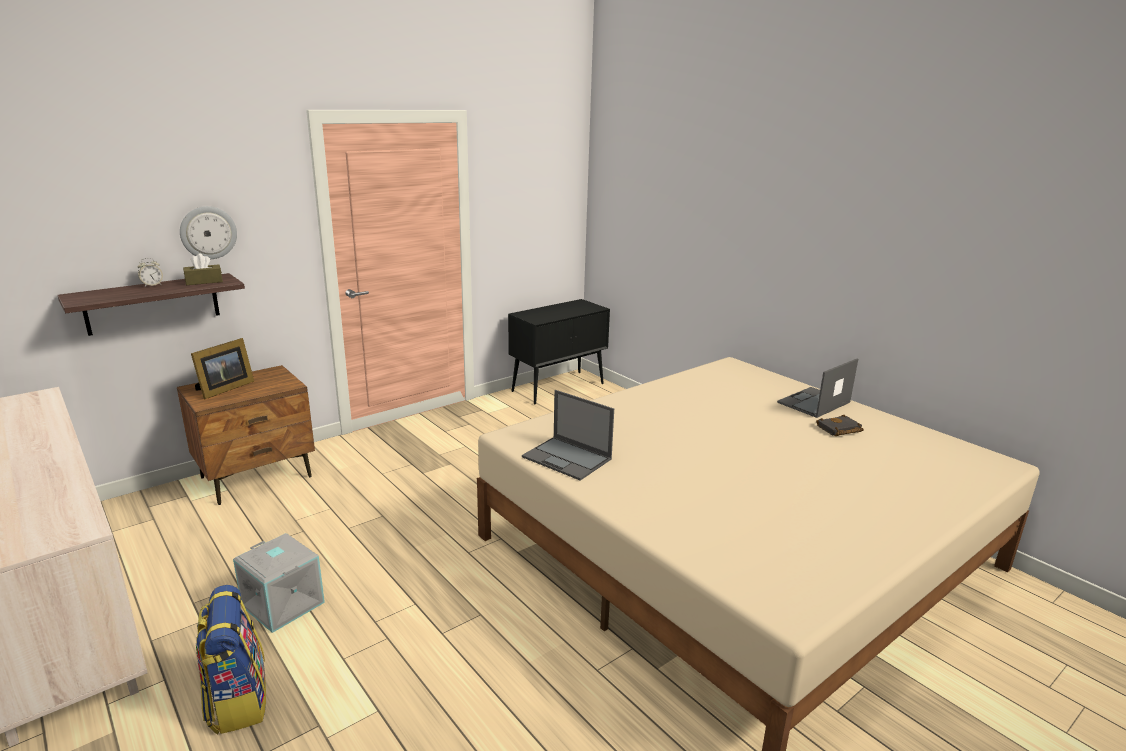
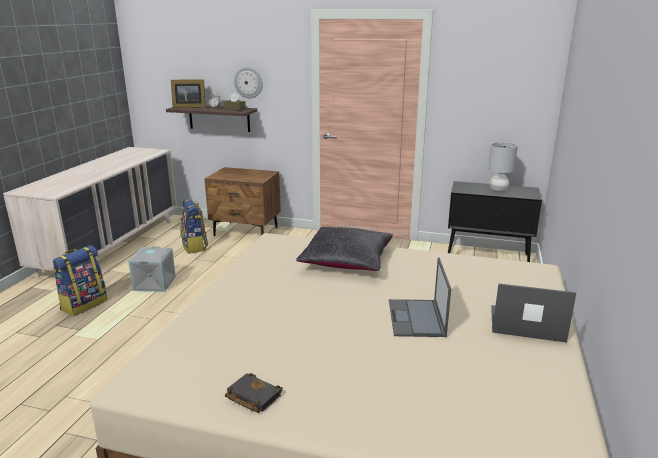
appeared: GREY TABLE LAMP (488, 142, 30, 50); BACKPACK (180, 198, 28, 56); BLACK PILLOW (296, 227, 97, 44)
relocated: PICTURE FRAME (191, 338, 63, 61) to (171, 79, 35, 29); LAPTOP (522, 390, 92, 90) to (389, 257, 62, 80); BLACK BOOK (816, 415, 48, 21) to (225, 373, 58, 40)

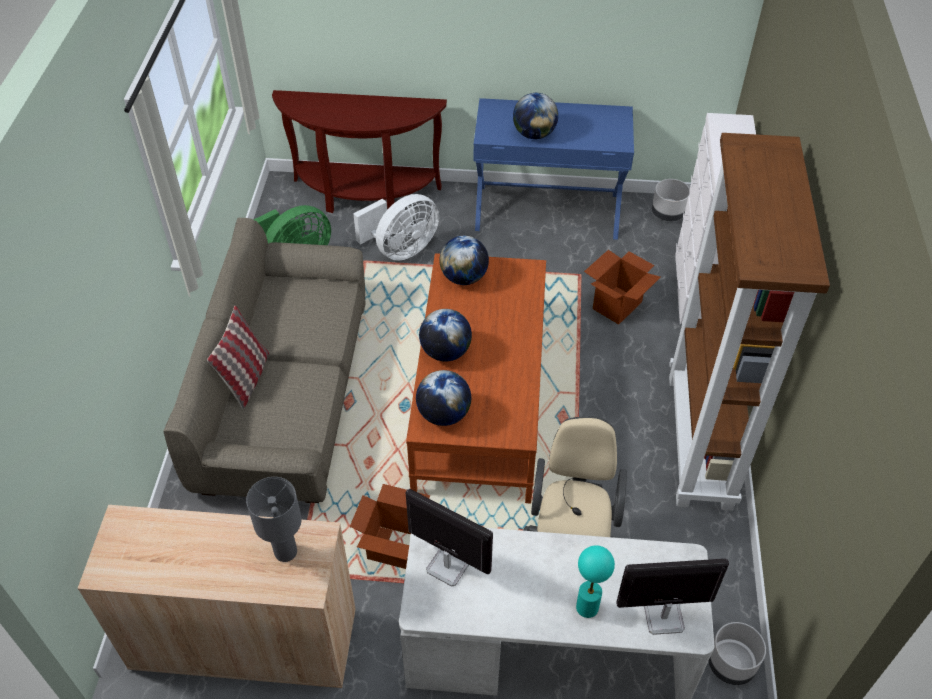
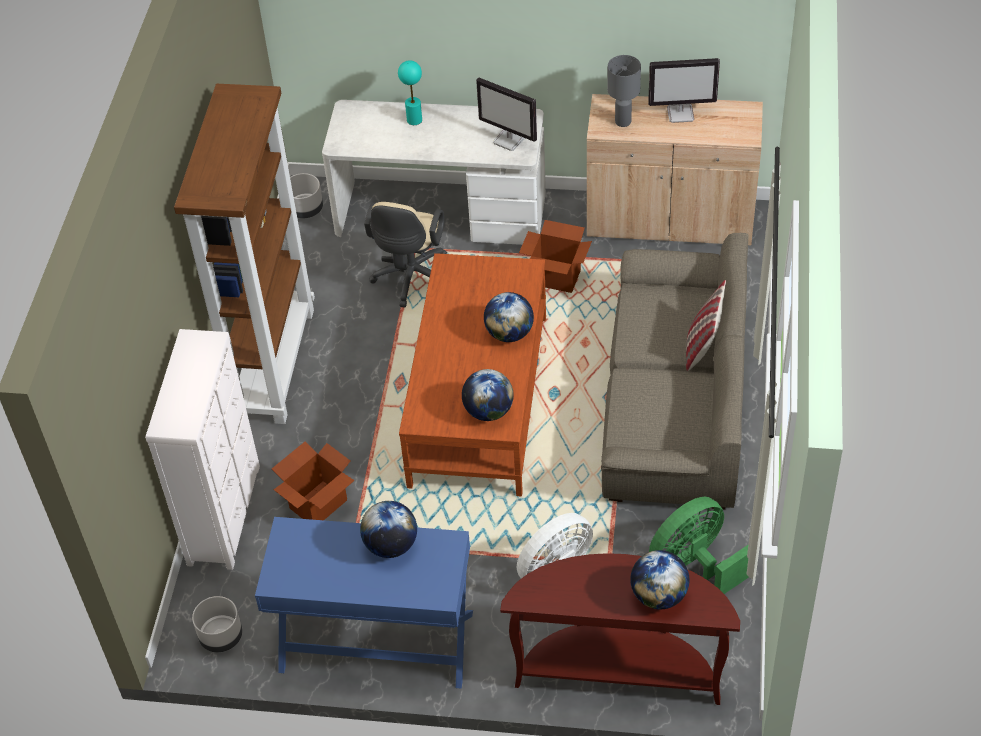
relocated: GLOBE (416, 370, 55, 56) to (630, 550, 59, 59); MONITOR (616, 559, 113, 76) to (648, 58, 72, 65)

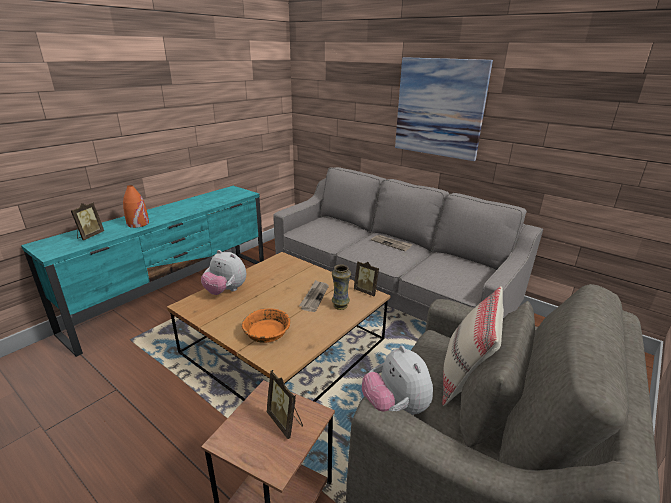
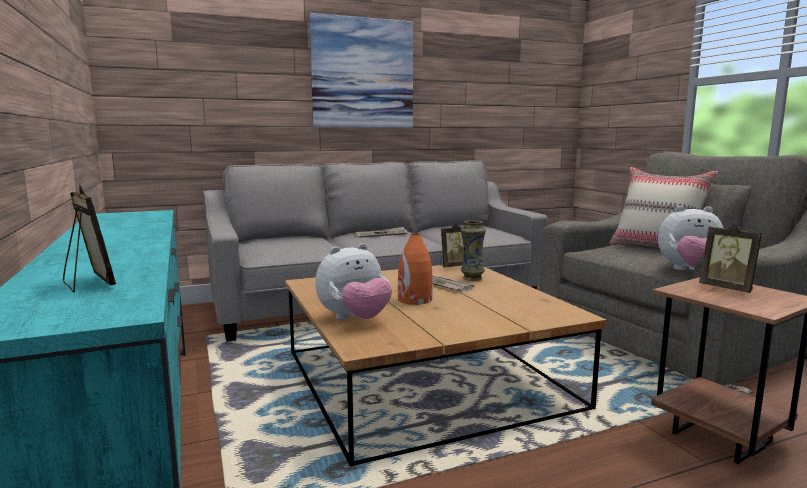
missing: ORANGE BOWL (242, 308, 48, 35)
relocated: ORANGE VASE (123, 185, 26, 43) to (398, 234, 35, 71)
spun: PICTURE FRAME (267, 370, 36, 69) = (699, 223, 63, 70) 60 degrees clockwise

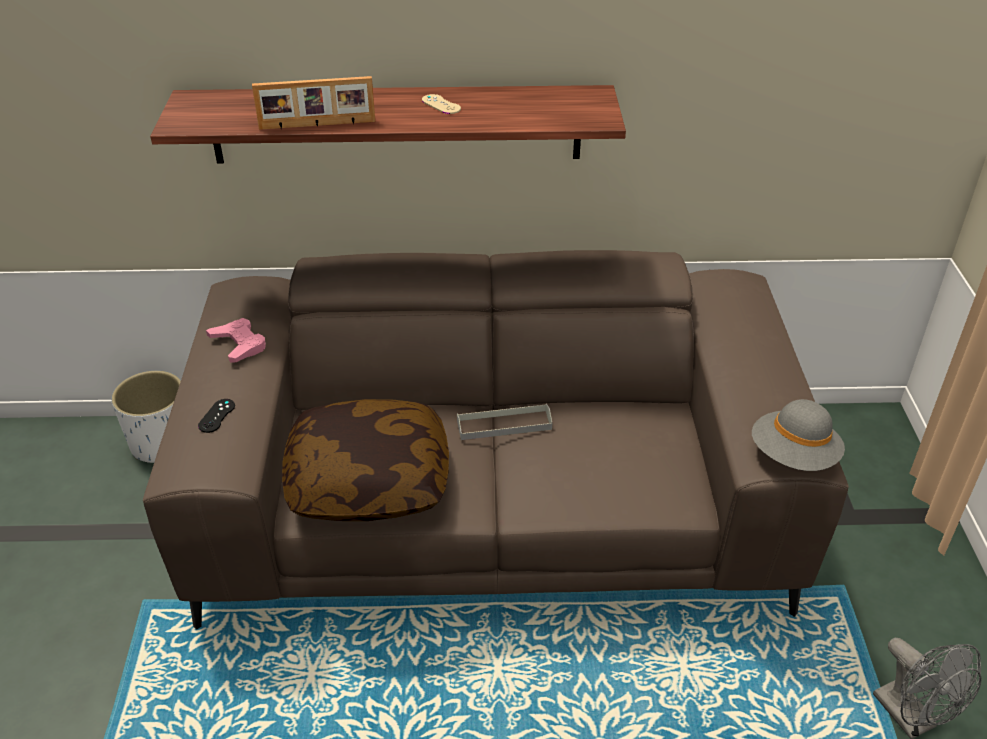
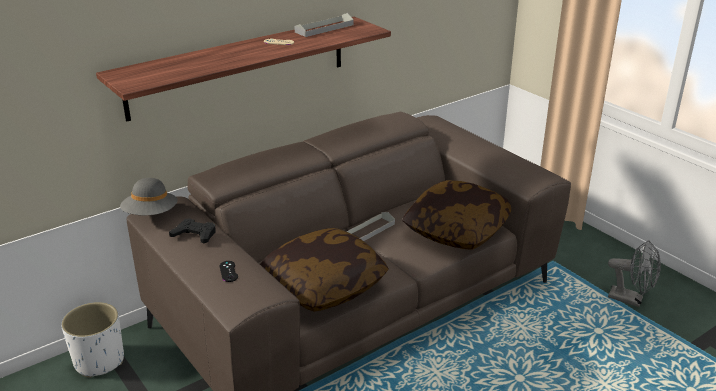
missing: PICTURE FRAME (252, 76, 123, 54)
appeared: GREY TRAY (294, 13, 59, 24); PILLOW (402, 180, 109, 70)
relocated: GREY HAT (752, 399, 93, 72) to (120, 178, 57, 37)
colour: PINK GAME CONTROLLER (206, 318, 60, 45) to BLACK GAME CONTROLLER (169, 218, 47, 25)

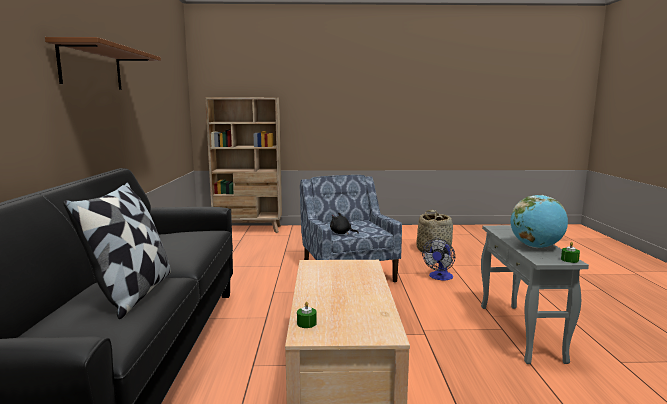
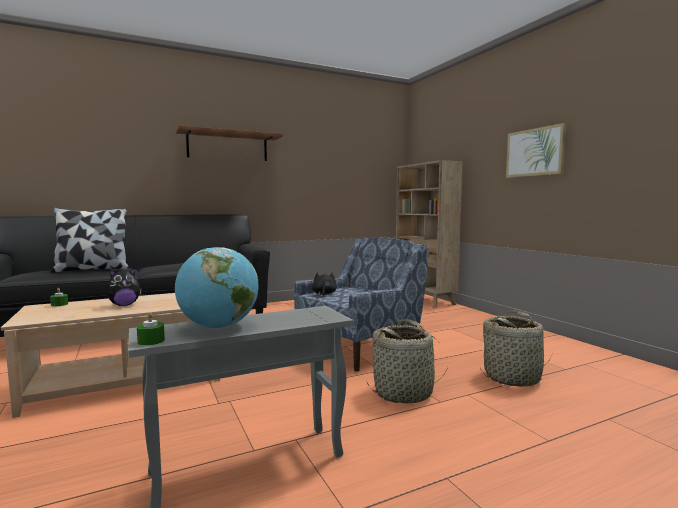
appeared: PICTURE (506, 123, 60, 55); PLUSH TOY (107, 267, 35, 39)
exchanged: FAN (422, 239, 33, 41) to BASKET (367, 319, 81, 84)

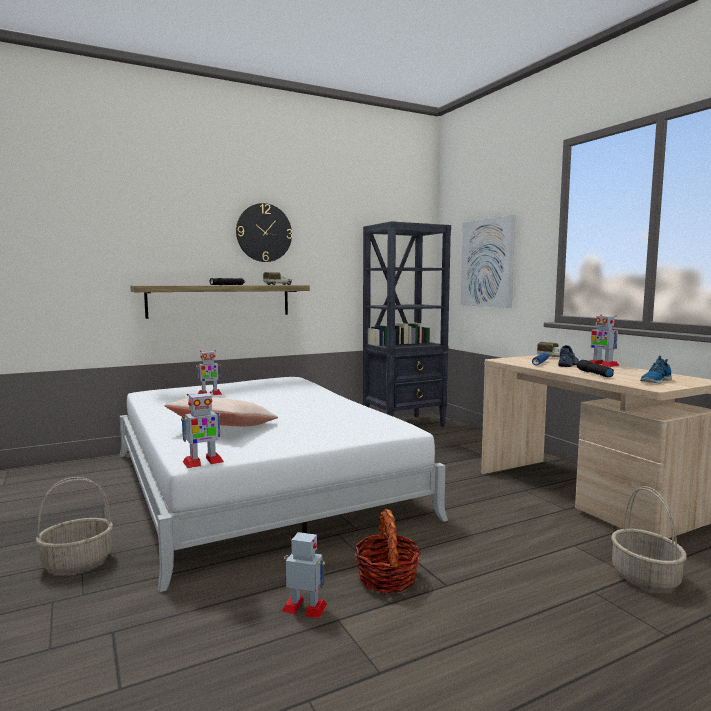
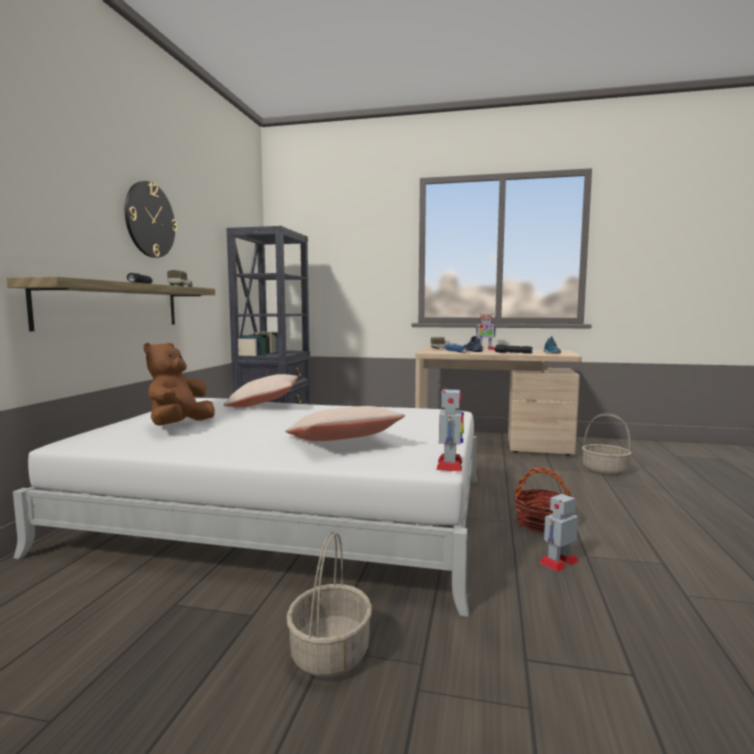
missing: PICTURE (461, 215, 54, 93)
appeared: BEIGE PILLOW (223, 374, 75, 33)
exchanged: TOY ROBOT (196, 350, 26, 45) to BROWN PLUSH TOY (144, 343, 71, 83)

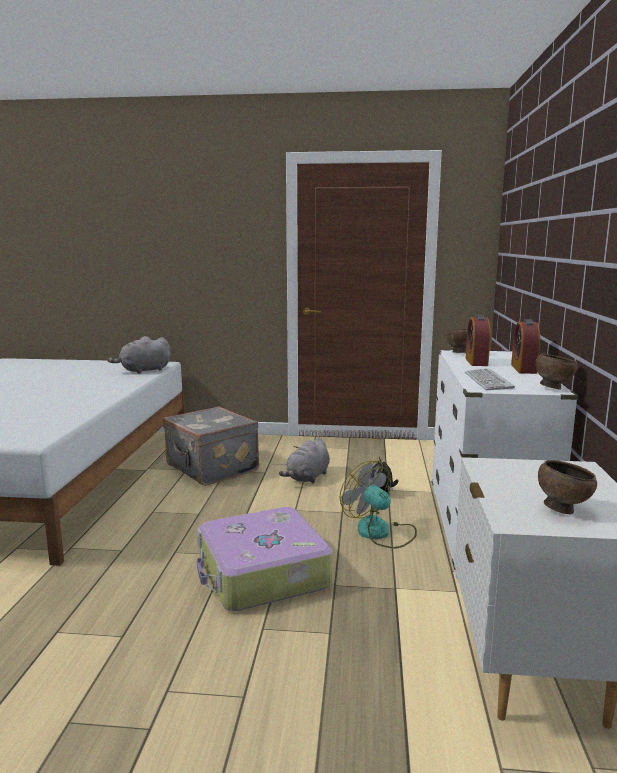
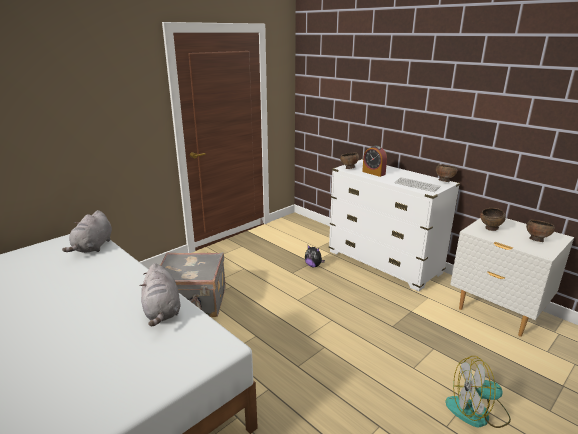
missing: ALARM CLOCK (511, 319, 29, 55); SUITCASE (197, 507, 136, 104)
appeared: BROWN BOWL (480, 208, 26, 23)
relocated: GREY PLUSH TOY (279, 438, 51, 45) to (139, 263, 41, 64); FAN (340, 461, 77, 88) to (445, 356, 66, 72)

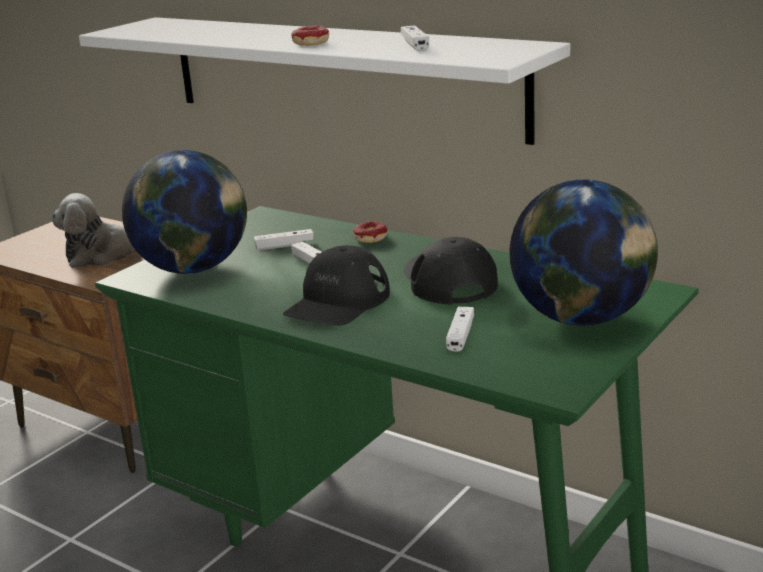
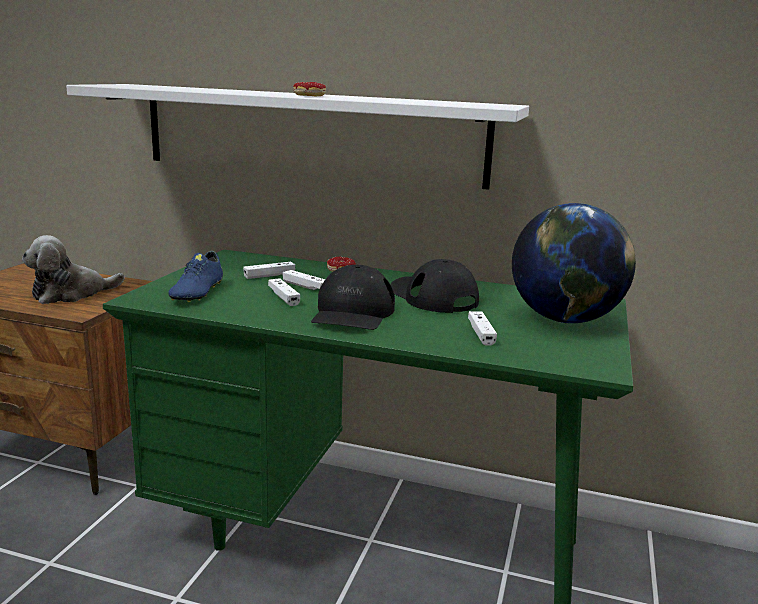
relocated: WHITE GAME CONTROLLER (401, 25, 28, 26) to (268, 278, 32, 28)
exchanged: GLOBE (122, 150, 125, 124) to BLUE SHOE (168, 251, 55, 51)

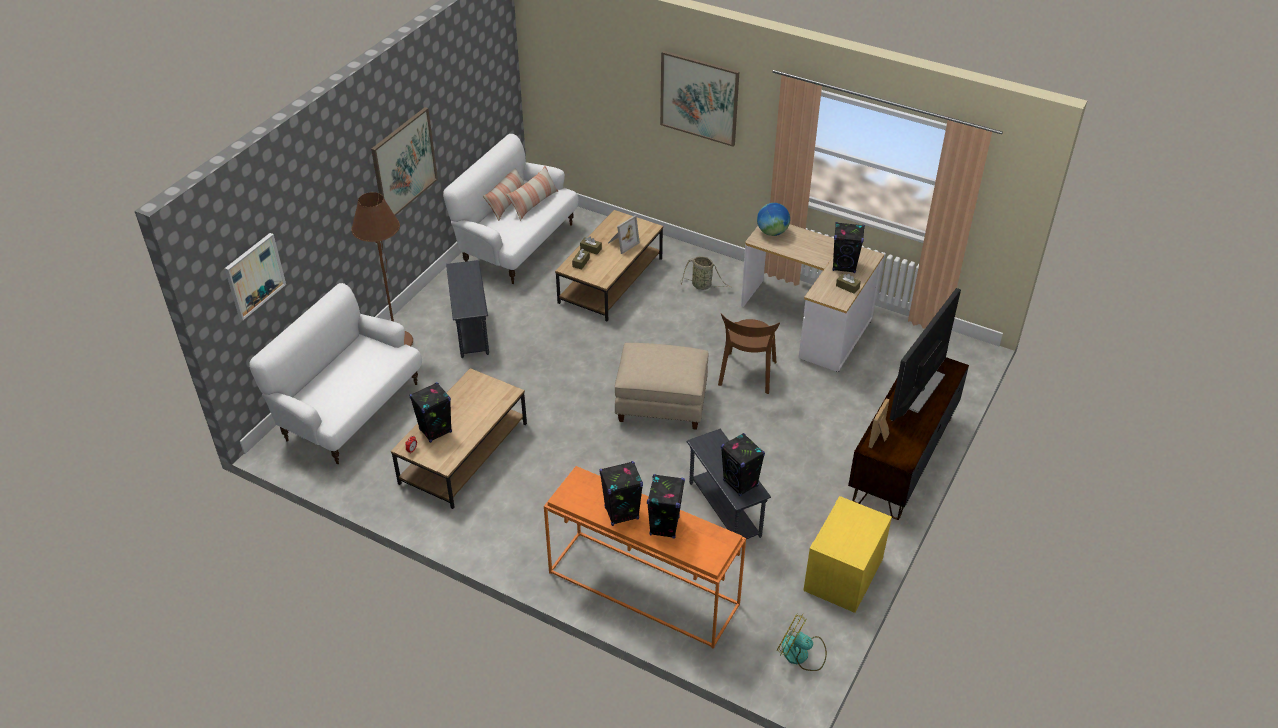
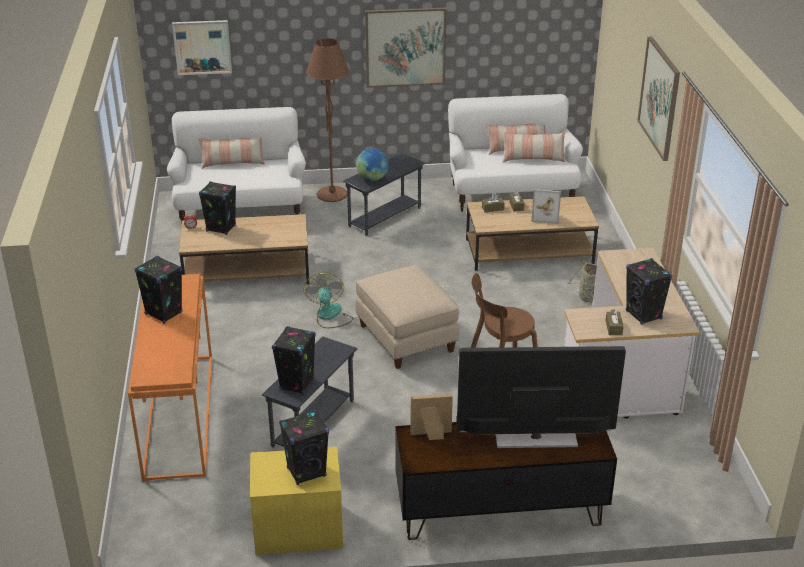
appeared: PILLOW (199, 137, 66, 32)
relocated: GLOBE (757, 203, 33, 33) to (356, 148, 33, 33); BLACK SPEAKER (647, 474, 38, 65) to (279, 410, 50, 75); FAN (777, 613, 50, 58) to (304, 272, 50, 56)

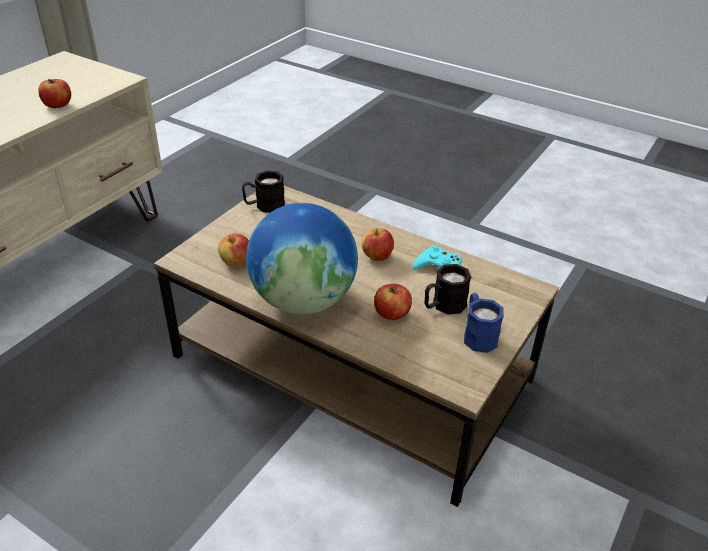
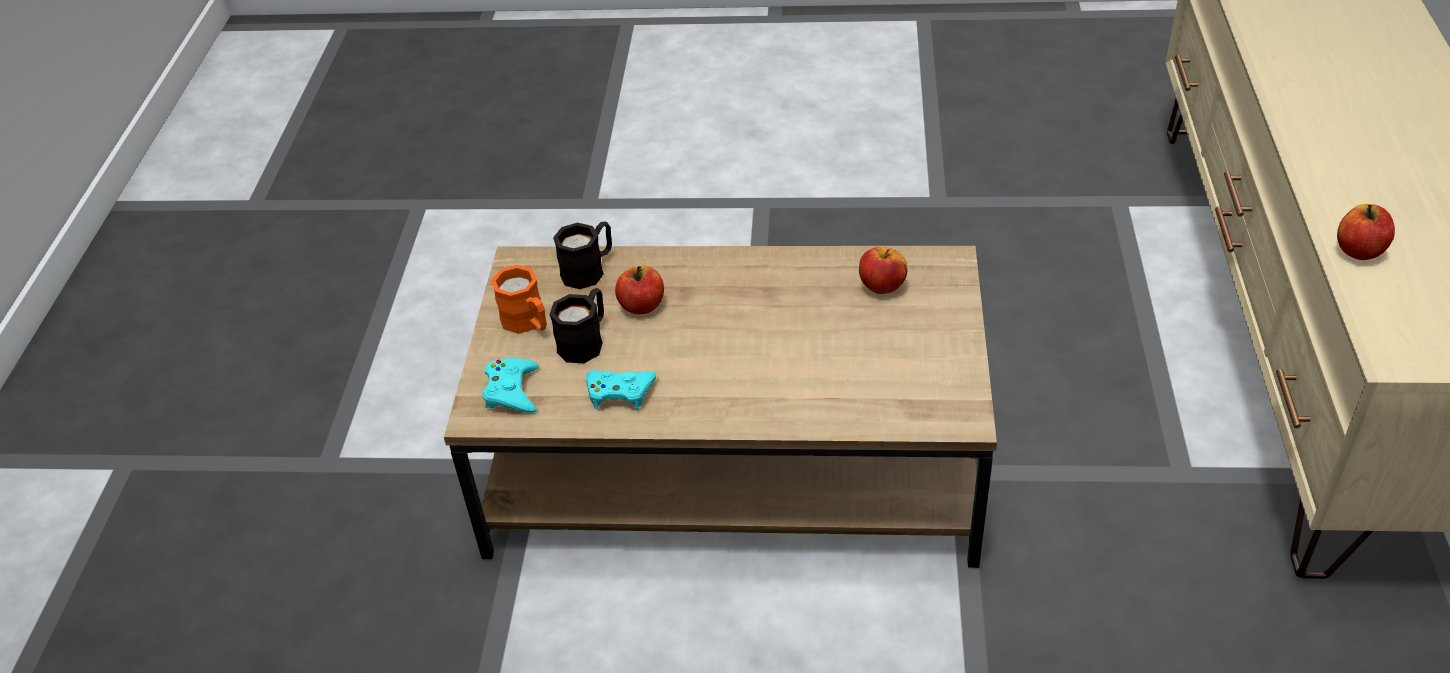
missing: GLOBE (246, 203, 112, 111); APPLE (362, 228, 32, 33)
appeared: TURQUOISE GAME CONTROLLER (482, 358, 57, 55)
relocated: BLACK MUG (242, 170, 43, 43) to (553, 222, 59, 67)
colour: BLUE MUG (464, 293, 40, 60) to ORANGE MUG (491, 265, 56, 69)

